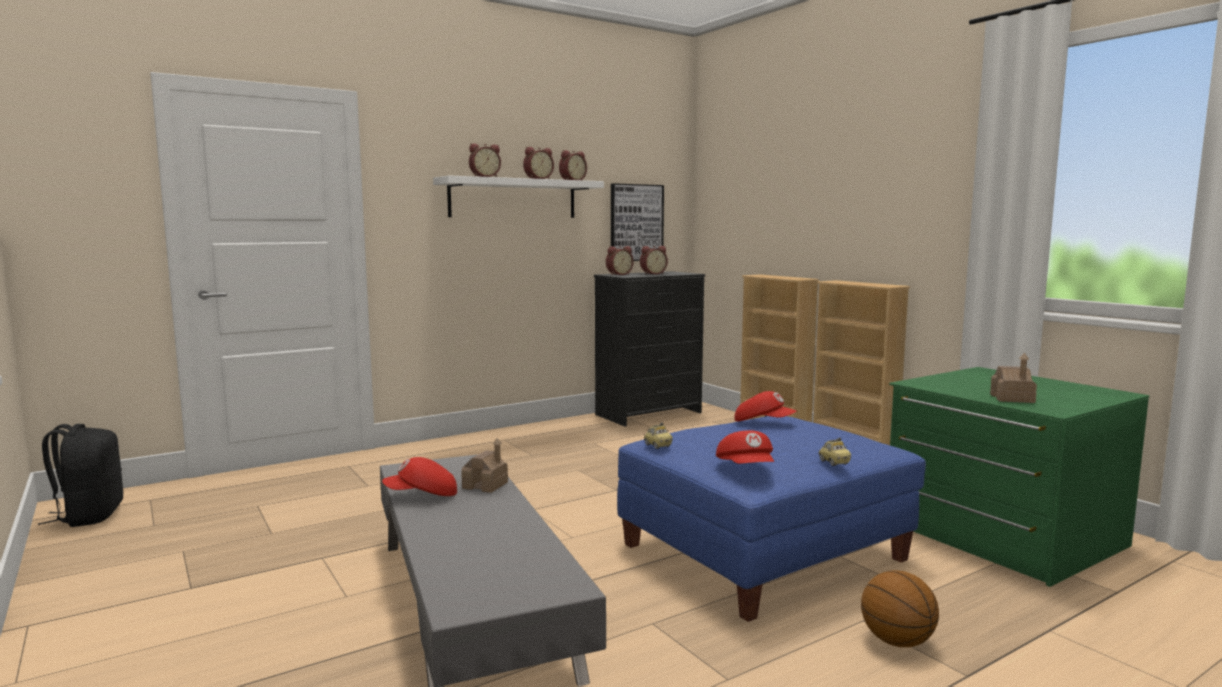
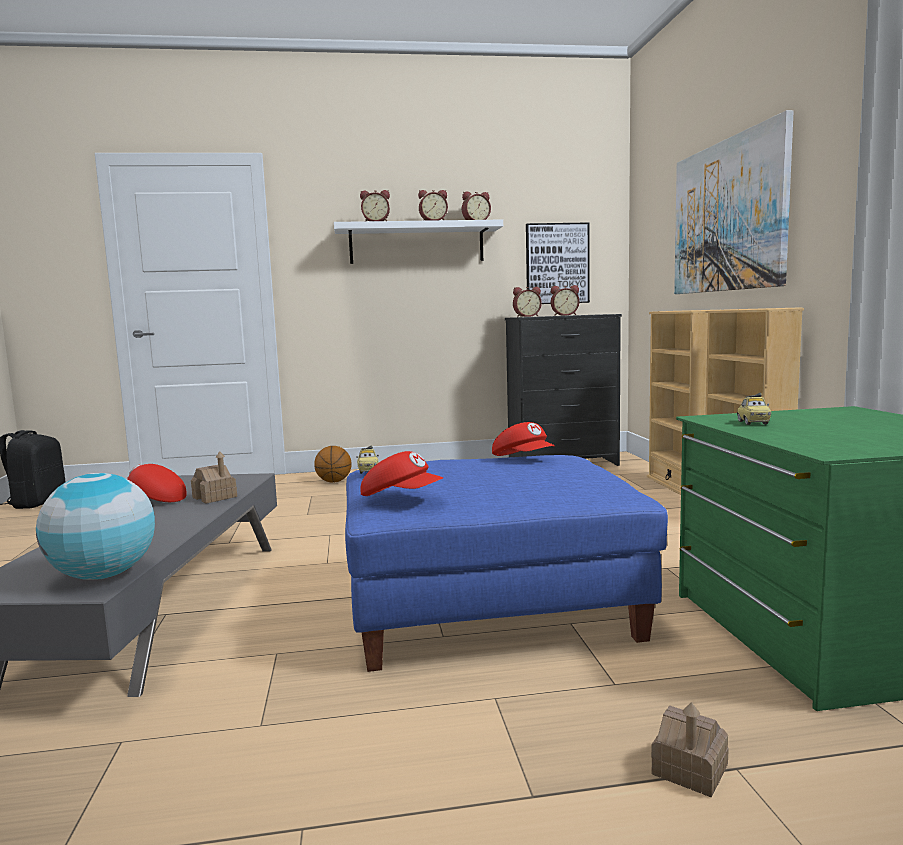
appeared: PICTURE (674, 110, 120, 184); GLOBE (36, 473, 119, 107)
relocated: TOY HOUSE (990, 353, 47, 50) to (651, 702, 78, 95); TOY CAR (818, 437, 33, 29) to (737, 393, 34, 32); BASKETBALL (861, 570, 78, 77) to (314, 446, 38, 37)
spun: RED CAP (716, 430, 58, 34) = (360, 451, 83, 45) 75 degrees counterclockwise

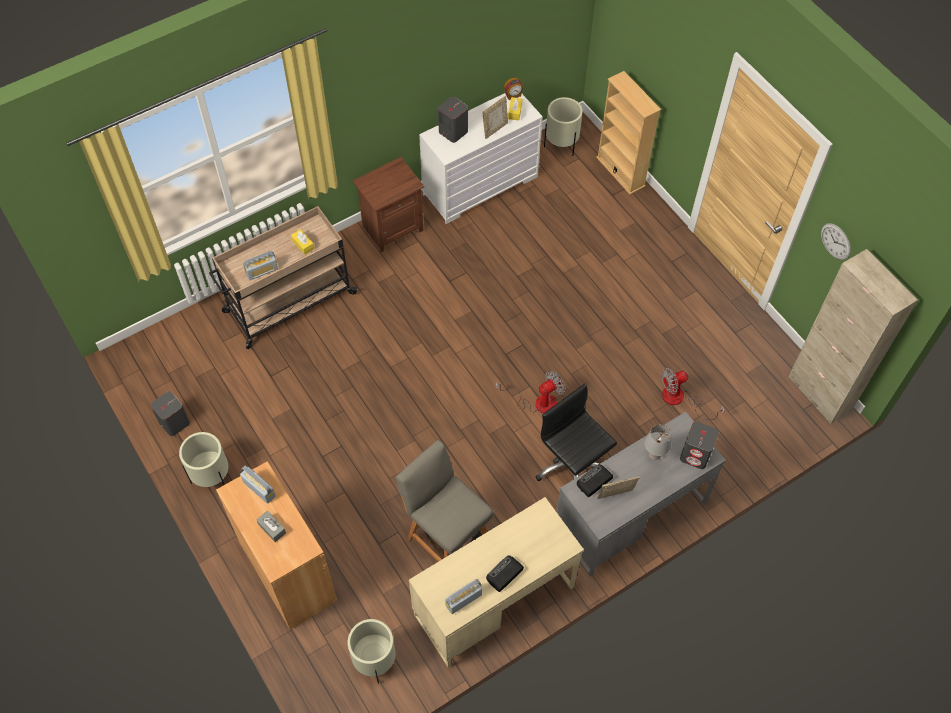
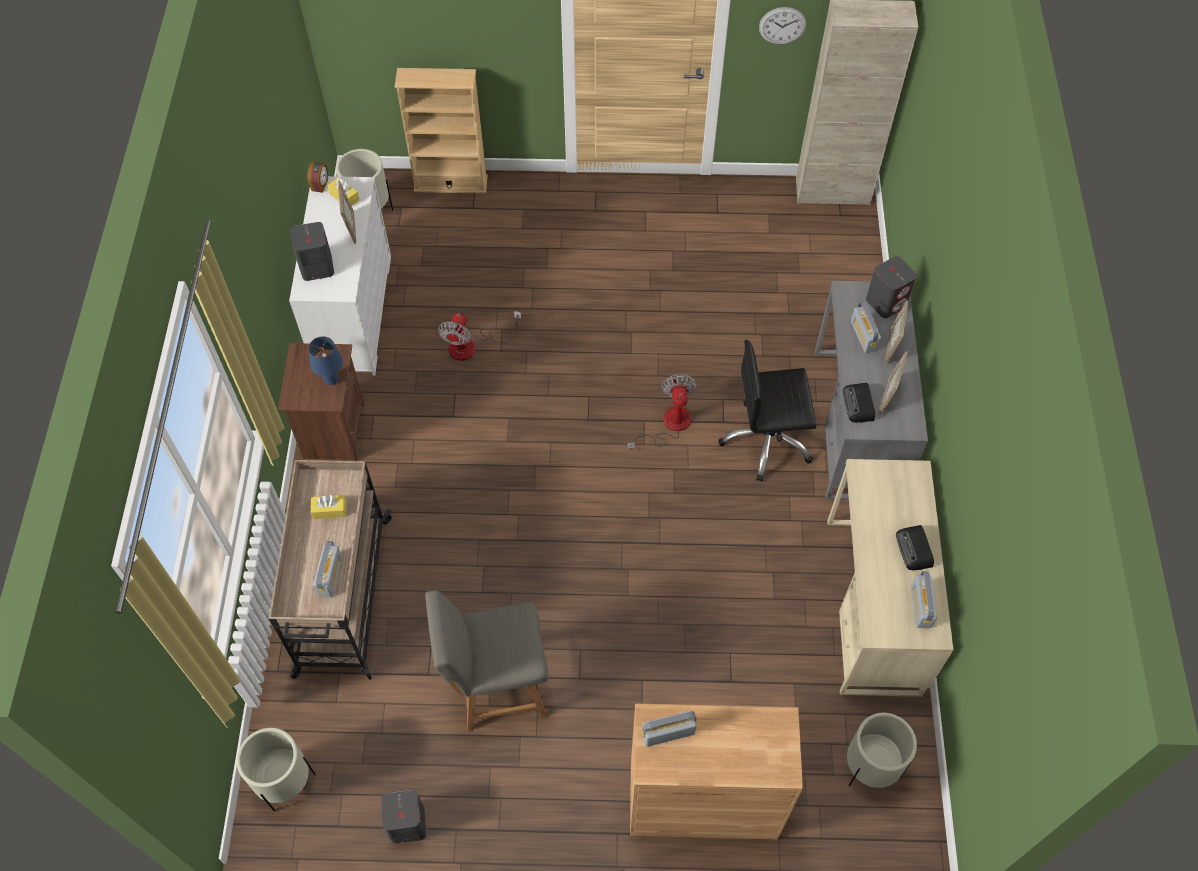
missing: GREY TISSUE BOX (257, 511, 29, 31)
appeared: PICTURE FRAME (885, 301, 23, 64); BLUE TABLE LAMP (309, 337, 34, 48)
relocated: FAN (662, 368, 63, 52) to (438, 311, 83, 50); BEIGE PLANTER (179, 432, 50, 55) to (237, 728, 79, 83); GREY CHAIR (396, 440, 97, 122) to (425, 590, 123, 142)
exchanged: GREY TABLE LAMP (645, 424, 27, 36) to RADIO (851, 301, 30, 52)

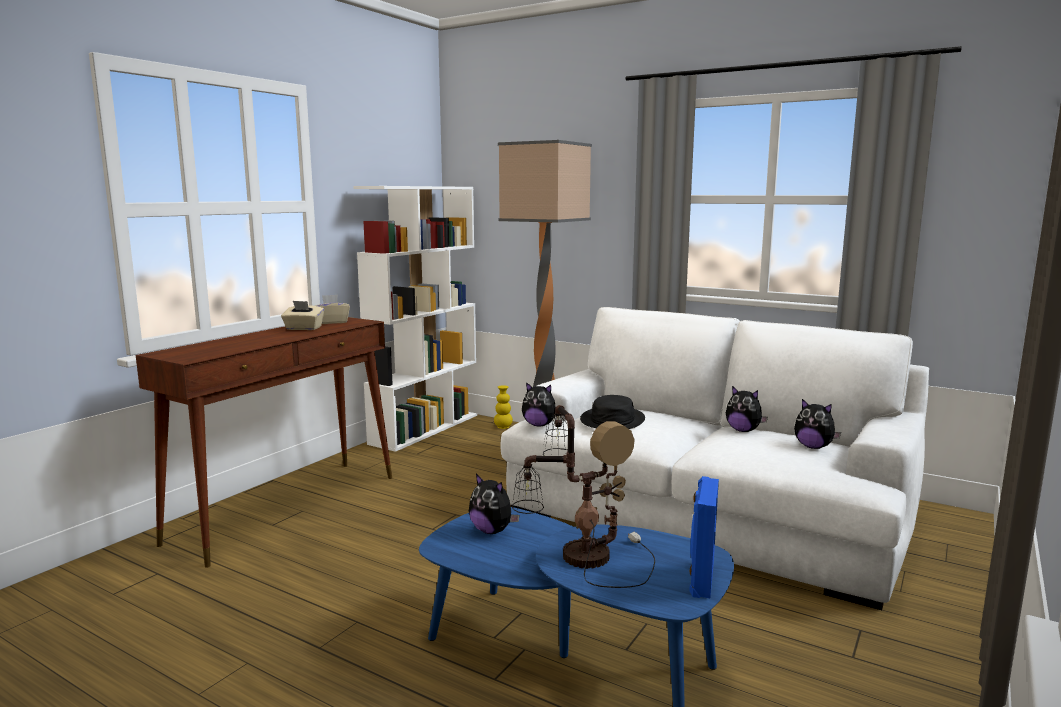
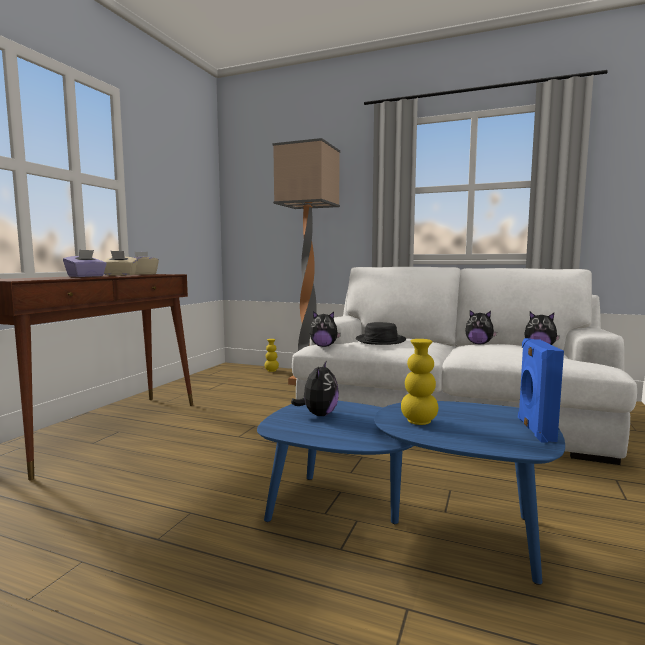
missing: WHITE BOOKCASE (353, 186, 124, 266)
appeared: PURPLE TISSUE BOX (63, 250, 44, 27)
exchanged: TABLE LAMP (512, 405, 143, 183) to YELLOW VASE (401, 339, 37, 86)
spun: PLUSH TOY (469, 474, 51, 60) = (291, 361, 48, 55) 105 degrees counterclockwise

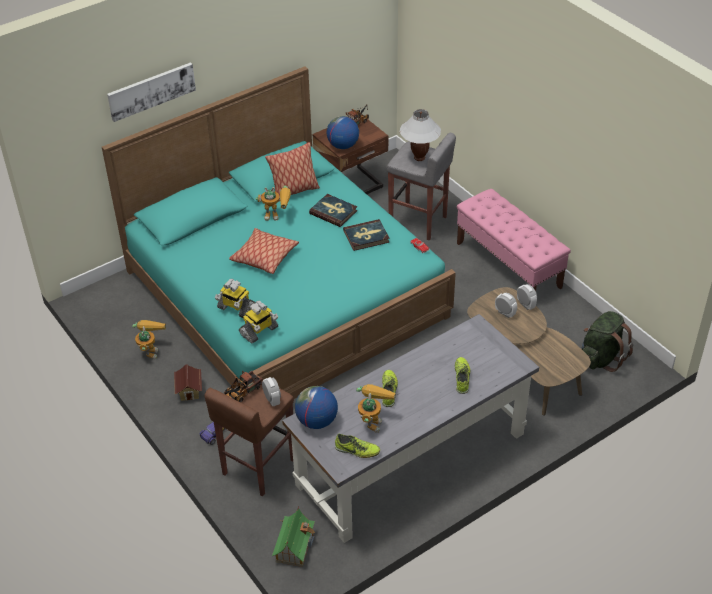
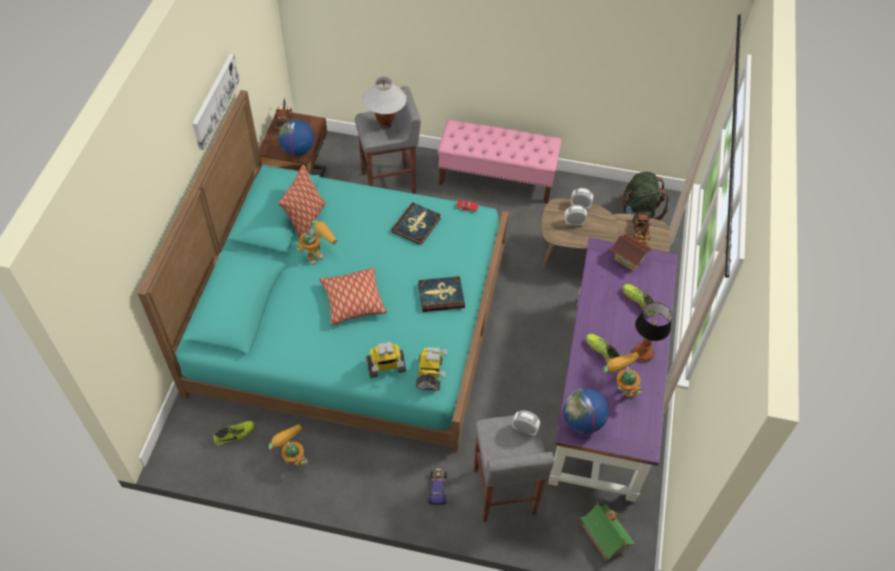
appeared: TABLE LAMP (633, 302, 39, 60)
relocated: PICTURE (107, 62, 89, 60) to (192, 54, 48, 96); BOOK (309, 194, 49, 33) to (418, 276, 47, 36); TOY HOUSE (174, 364, 28, 37) to (611, 233, 41, 38); TOY TRUCK (224, 371, 39, 31) to (633, 213, 18, 29); SHOE (335, 434, 45, 24) to (213, 421, 42, 25)
colour: GREY DESK (282, 314, 257, 229) to PURPLE DESK (548, 238, 130, 264); BROWN STOOL (205, 380, 89, 117) to GREY STOOL (474, 414, 80, 108)

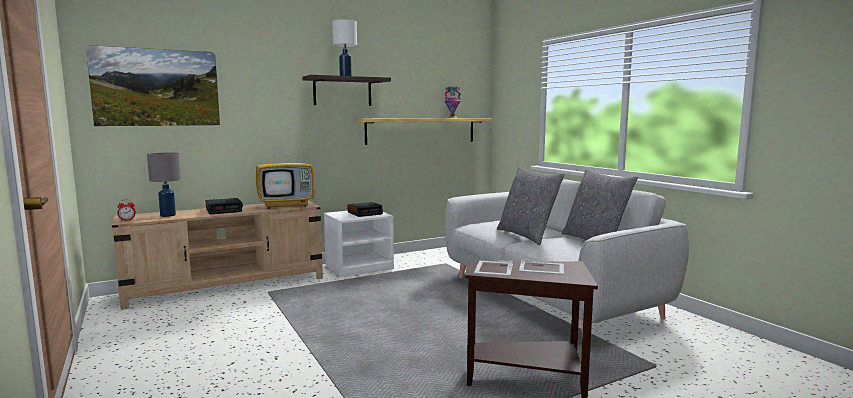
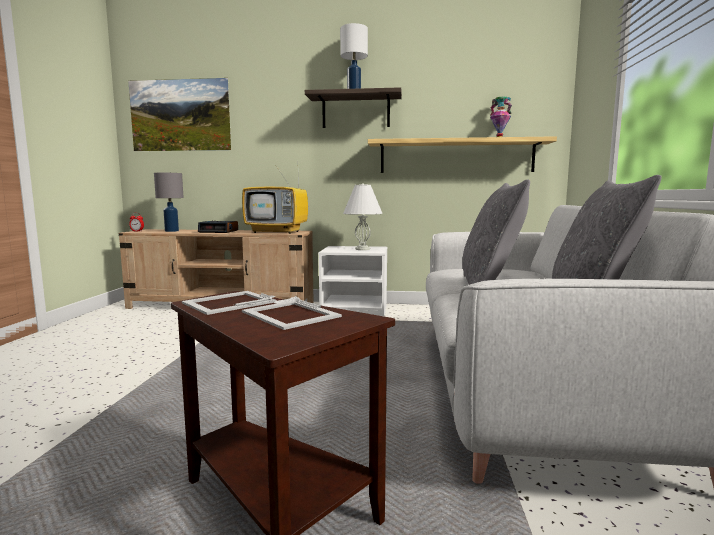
exchanged: ALARM CLOCK (347, 202, 36, 15) to WHITE TABLE LAMP (343, 183, 40, 67)

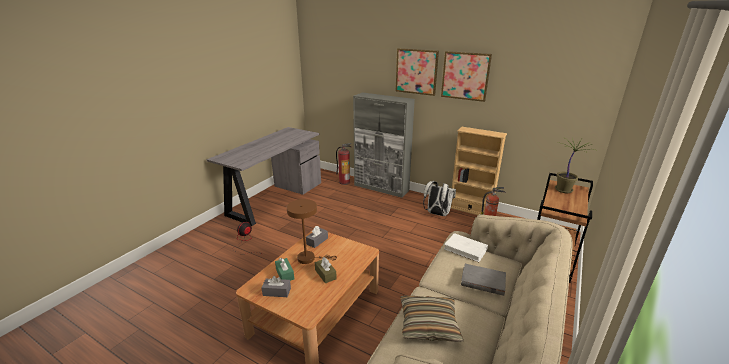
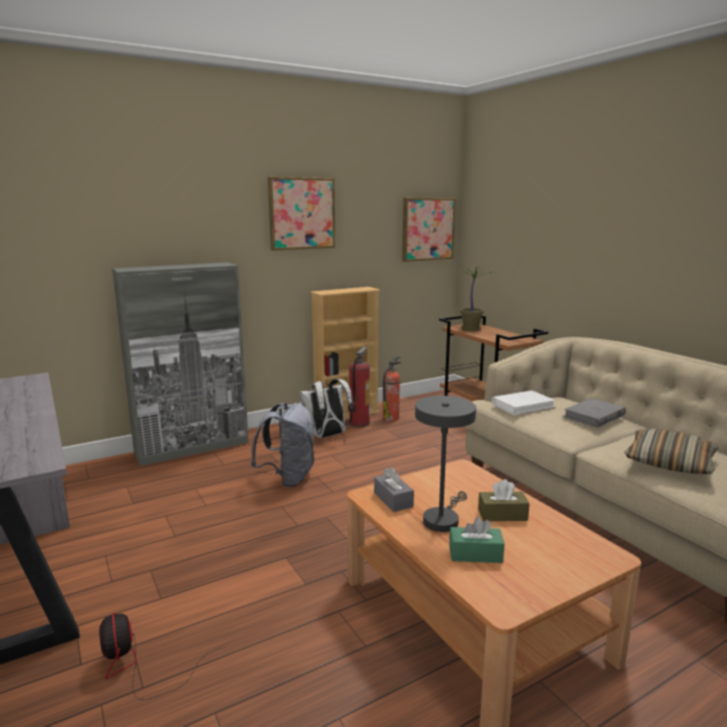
missing: GREY TISSUE BOX (261, 276, 30, 21)
appeared: GREY BACKPACK (251, 403, 63, 84)
relocated: PICTURE (396, 48, 43, 48) to (402, 198, 54, 64); FIRE EXTINGUISHER (336, 143, 16, 42) to (349, 347, 21, 80)
colour: BROWN TABLE LAMP (287, 199, 50, 65) to GREY TABLE LAMP (415, 396, 61, 136)

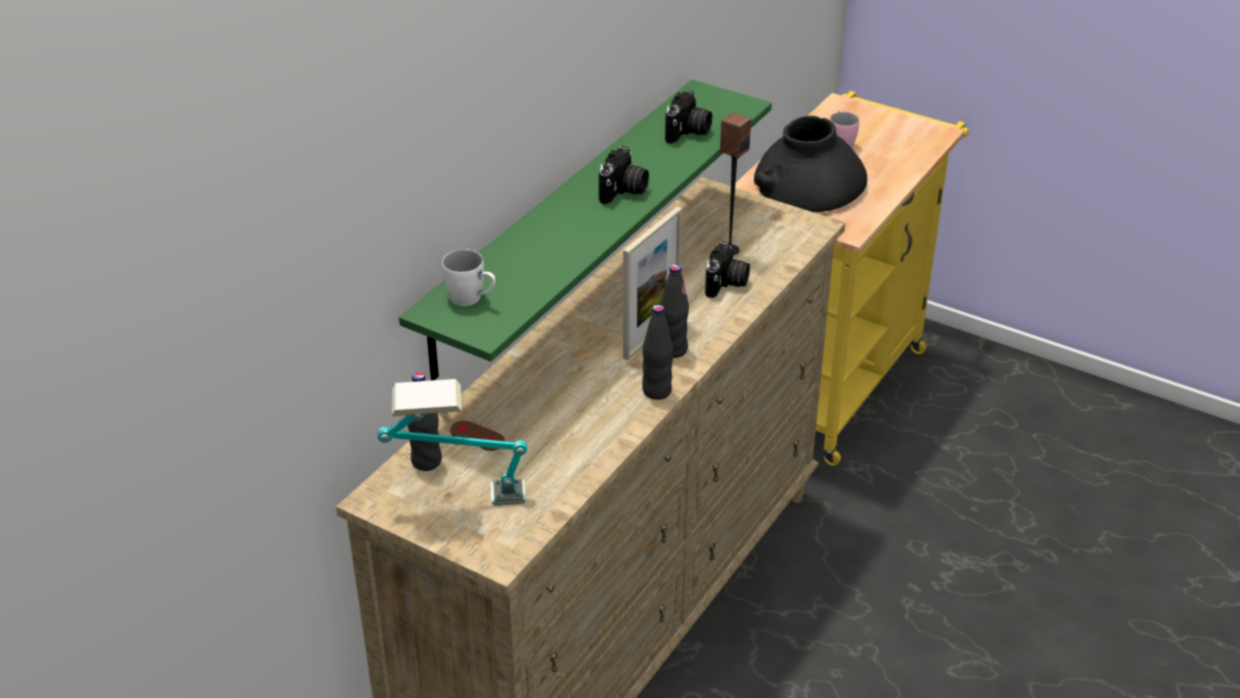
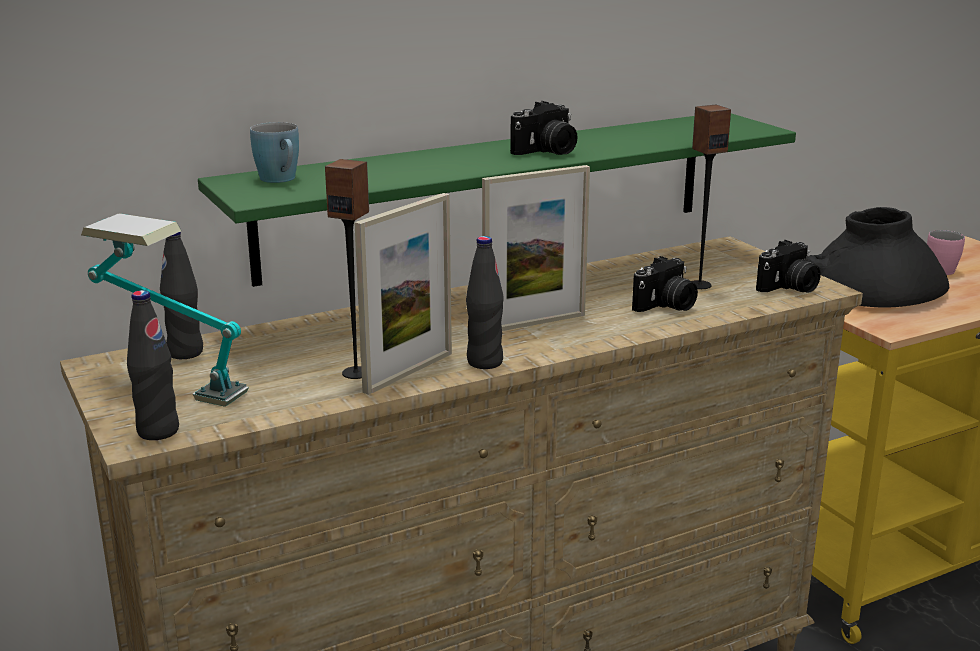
missing: BROWN GAME CONTROLLER (450, 421, 55, 30)
appeared: SPEAKER (325, 159, 44, 220); PICTURE FRAME (354, 193, 98, 202)
relocated: PHOTO CAMERA (665, 90, 47, 54) to (756, 240, 65, 53); BLACK BOTTLE (661, 264, 28, 94) to (127, 290, 52, 150)
colour: WHITE MUG (442, 249, 54, 57) to BLUE MUG (250, 122, 49, 61)

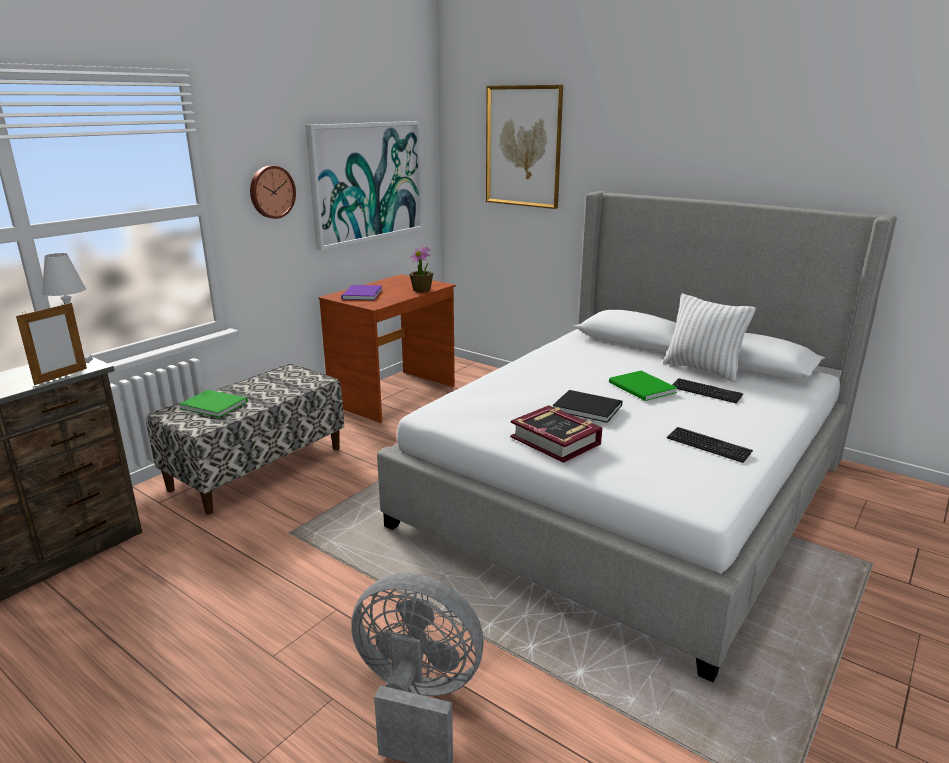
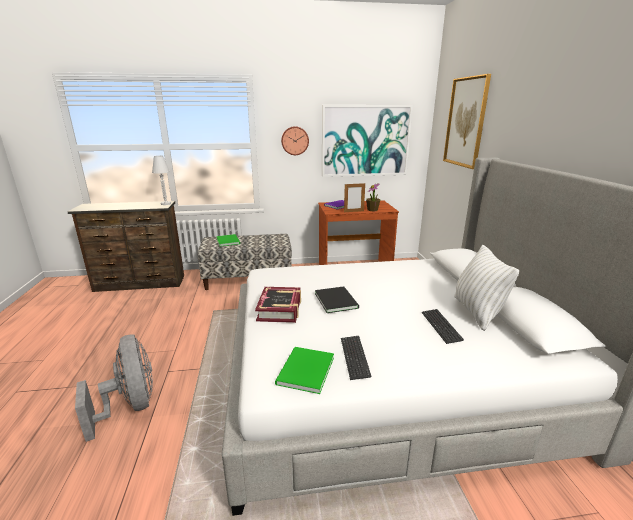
relocated: PICTURE FRAME (16, 302, 71, 83) to (344, 182, 21, 30); GREEN BOOK (609, 371, 68, 30) to (275, 347, 59, 47)

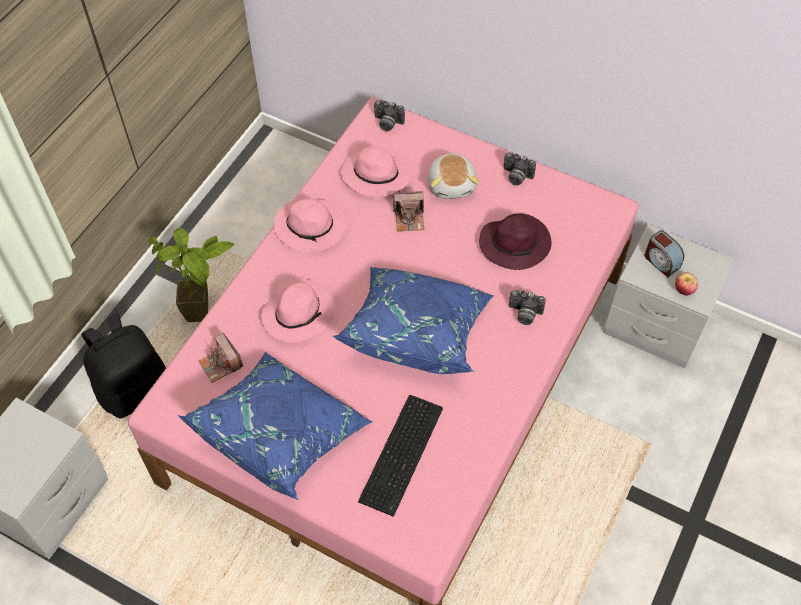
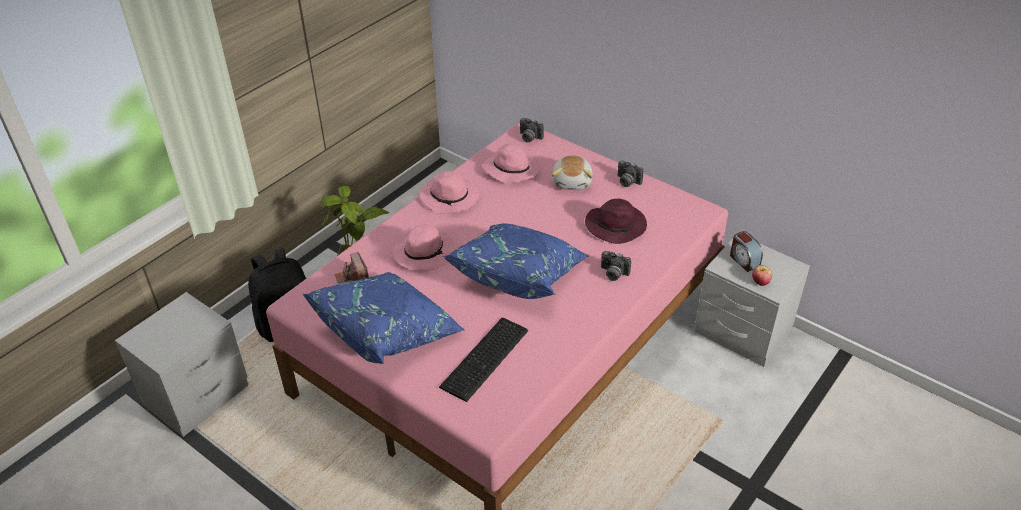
missing: PHOTO CAMERA (393, 191, 31, 40)

